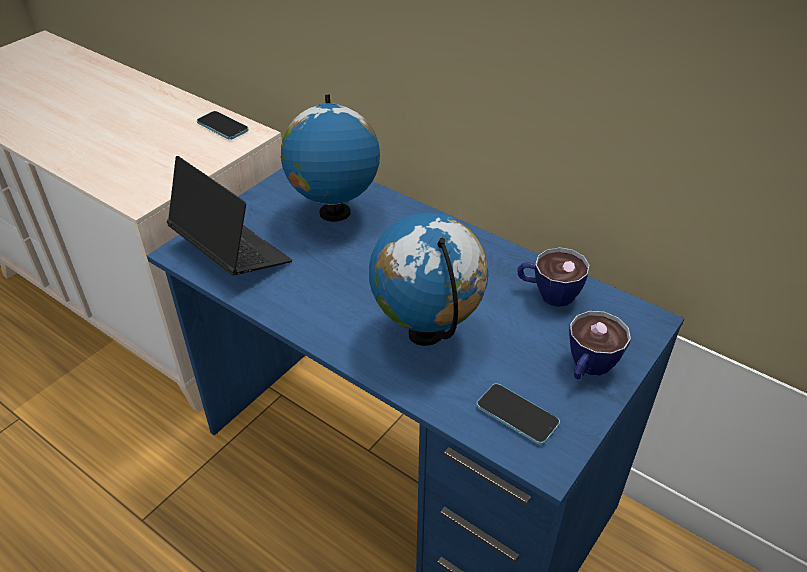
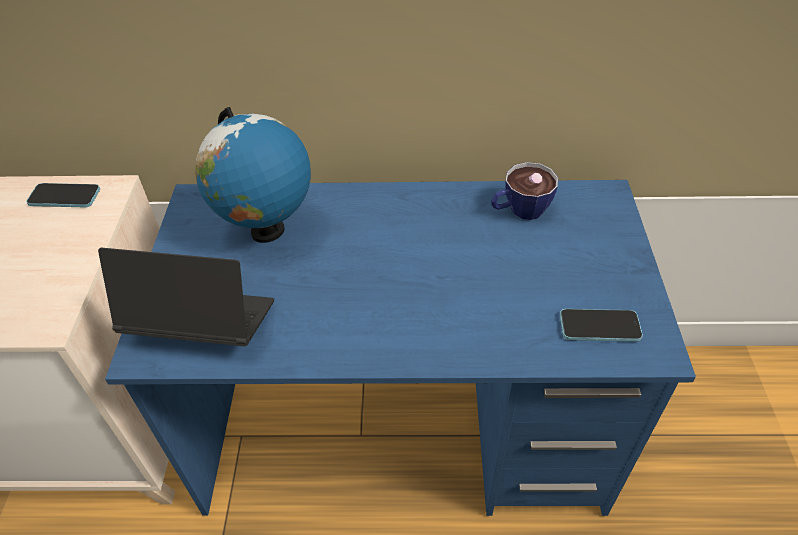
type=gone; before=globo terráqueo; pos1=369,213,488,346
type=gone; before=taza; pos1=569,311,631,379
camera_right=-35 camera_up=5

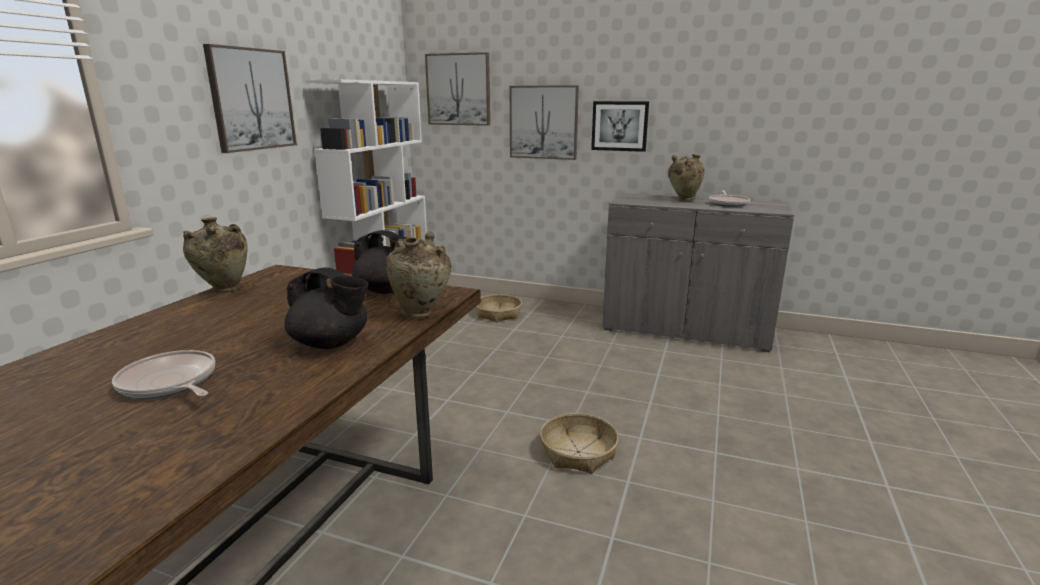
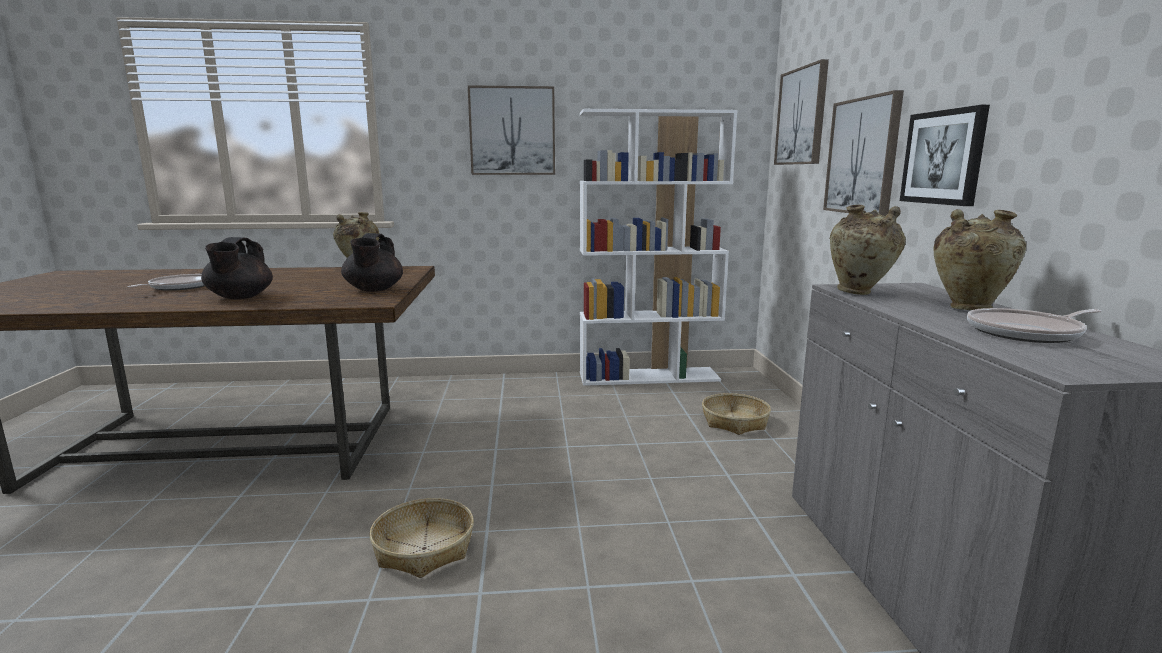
type=shifted; before=florero (beis); pos1=386,231,452,318; pos2=830,205,906,295
camera_right=65 camera_up=-5

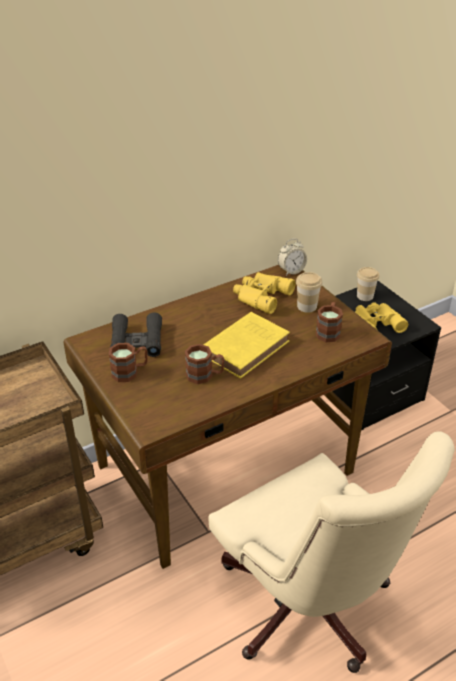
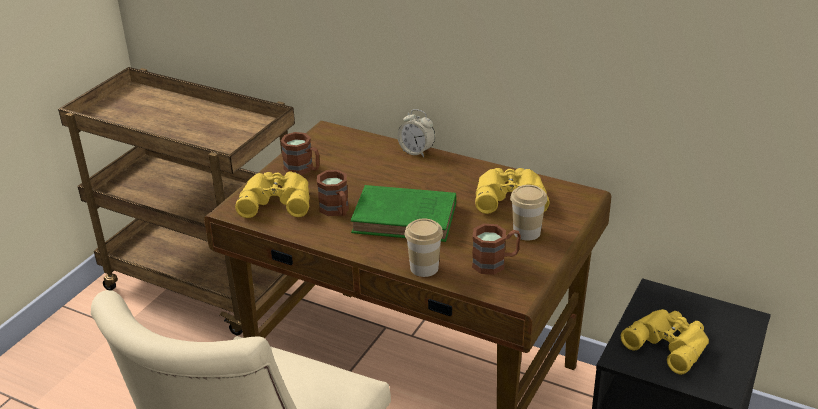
type=new; after=prismáticos (amarillo); pos2=235,172,309,218
type=repainted; before=libro (amarillo); after=libro (verde); pos1=204,312,290,378; pos2=351,185,456,242
type=shifted; before=despertador; pos1=278,239,307,276; pos2=397,109,435,157
type=shifted; before=taza; pos1=357,267,379,301; pos2=405,218,443,277
type=gone; before=prismáticos (negro); pos1=110,313,162,357
camera_right=60 camera_up=-5

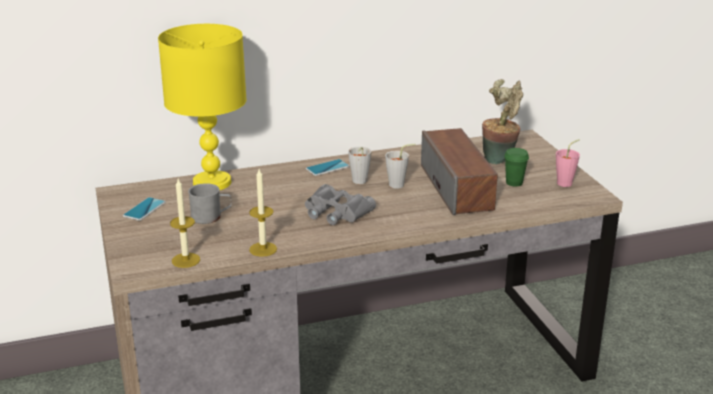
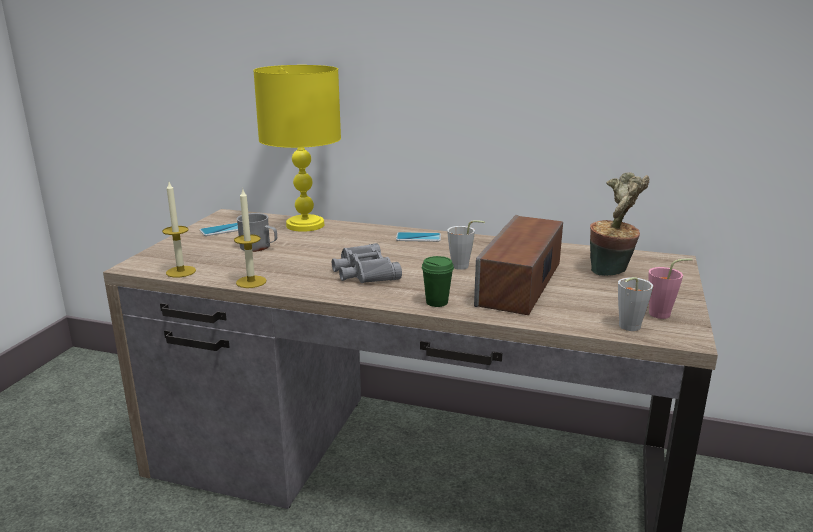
type=shifted; before=taza (verde); pos1=504,148,529,186; pos2=421,256,454,307
type=shifted; before=taza (gris); pos1=348,146,372,184; pos2=618,277,653,331
camera_right=35 camera_up=-5

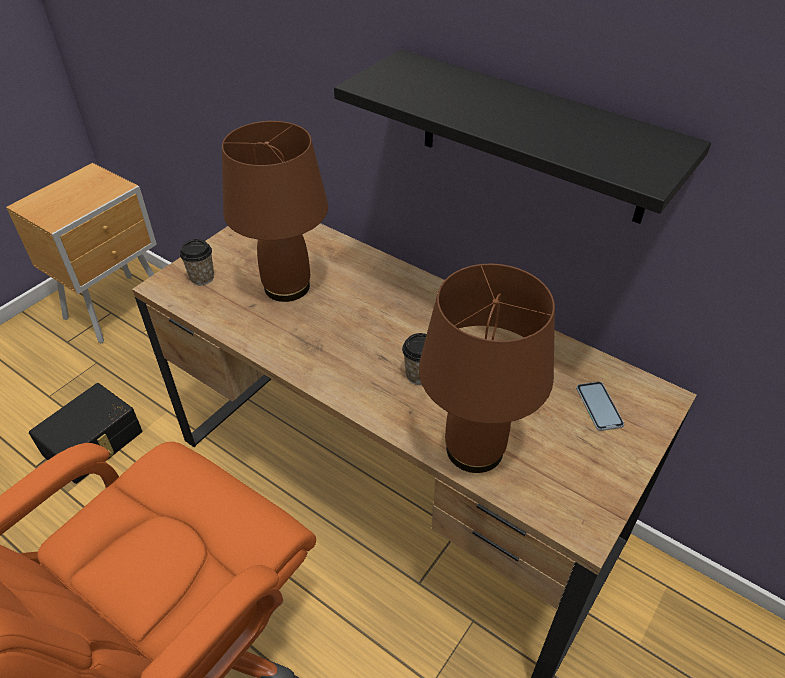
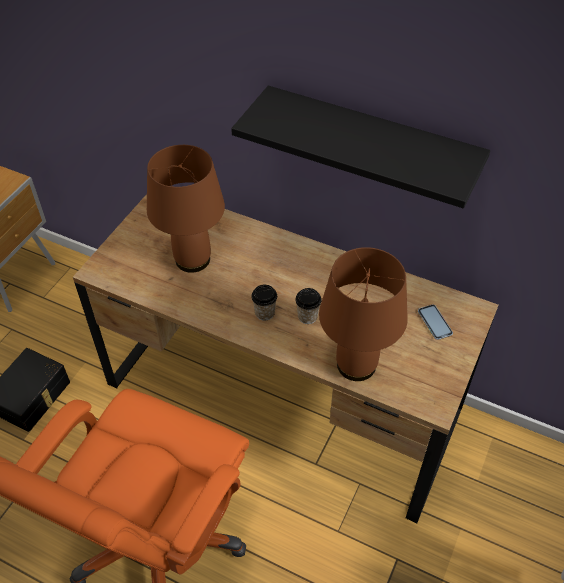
type=shifted; before=taza; pos1=180,239,214,285; pos2=251,285,277,321
camera_right=-10 camera_up=5

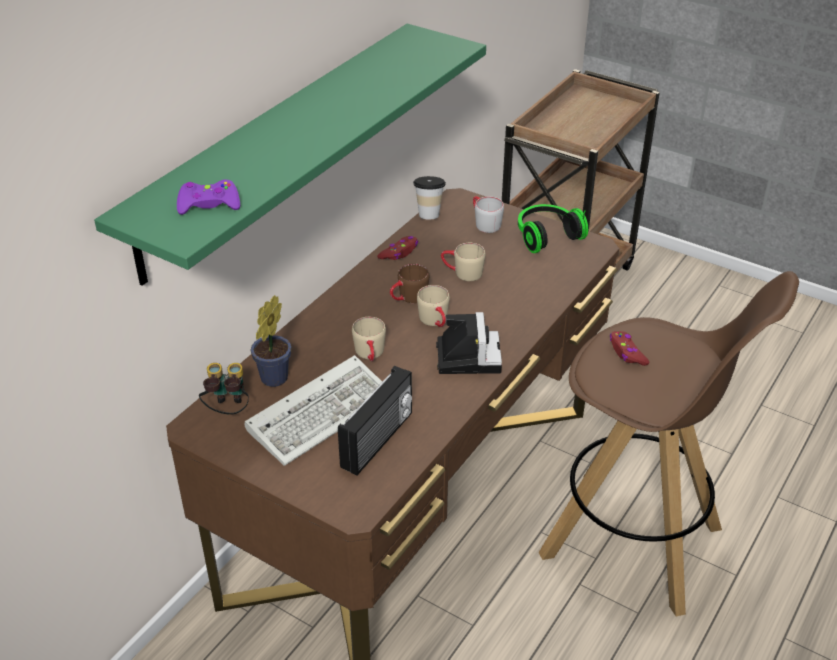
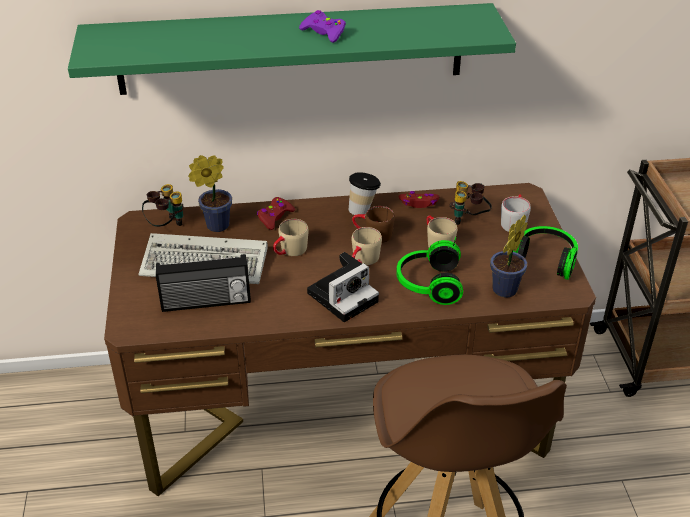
type=shifted; before=mando de consola (rojo); pos1=610,331,649,366; pos2=257,197,295,230
type=shifted; before=mando de consola (morado); pos1=177,180,240,215; pos2=299,10,346,43
type=shifted; before=taza; pos1=413,176,446,219; pos2=349,172,381,215
type=new; after=auriculares; pos2=396,237,463,305
type=new; after=prismáticos; pos2=449,181,492,225
type=new; after=planta en maceta; pos2=490,215,528,297
camera_right=50 camera_up=0

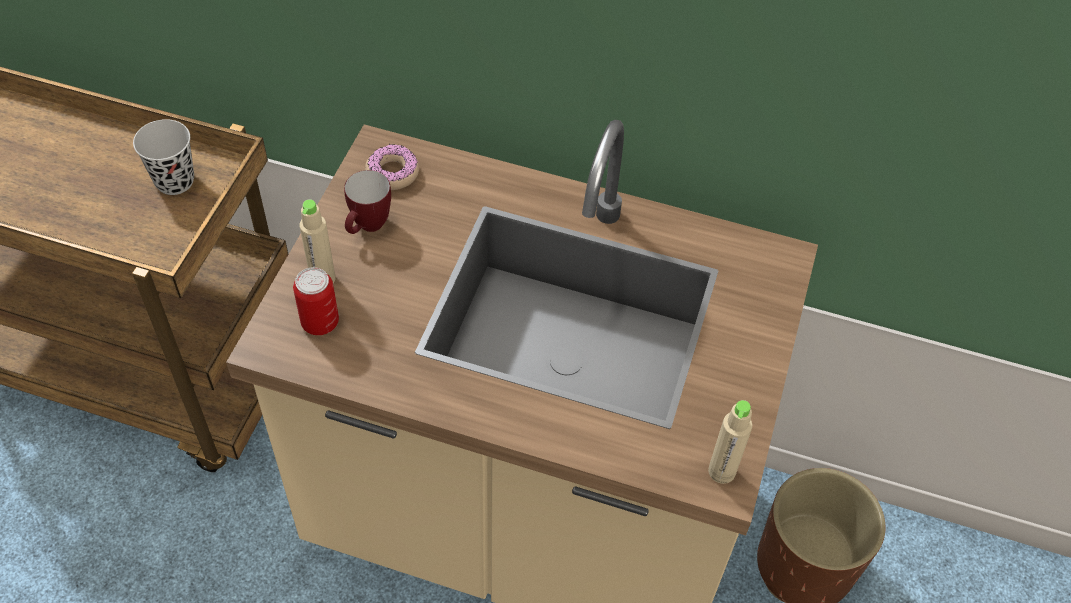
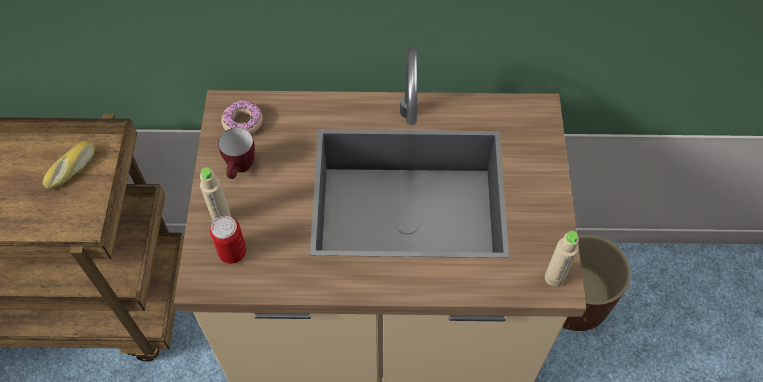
type=swapped; before=taza (negro); after=pan; pos1=133,119,194,195; pos2=43,141,95,189
camera_right=-15 camera_up=5

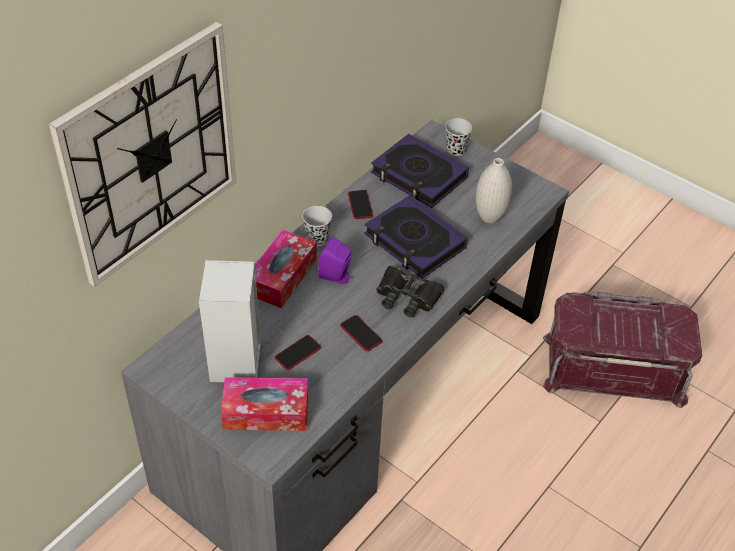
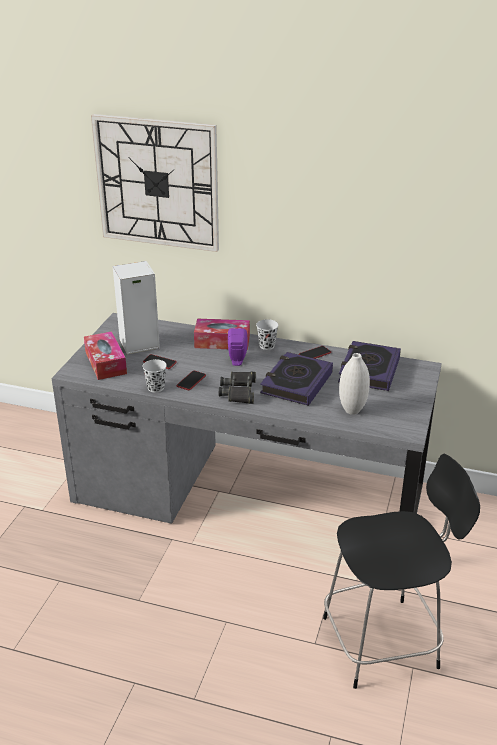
type=shifted; before=taza (negro); pos1=445,118,472,156; pos2=142,359,167,393
type=swapped; before=caja de almacenaje (rojo); after=silla (negro); pos1=542,292,702,408; pos2=323,453,480,689
camera_right=70 camera_up=-15

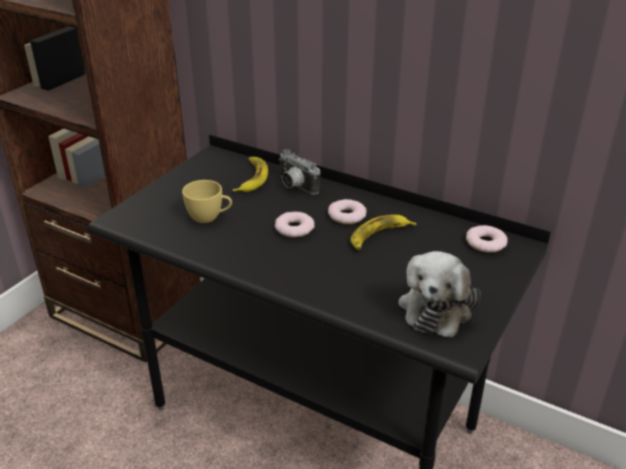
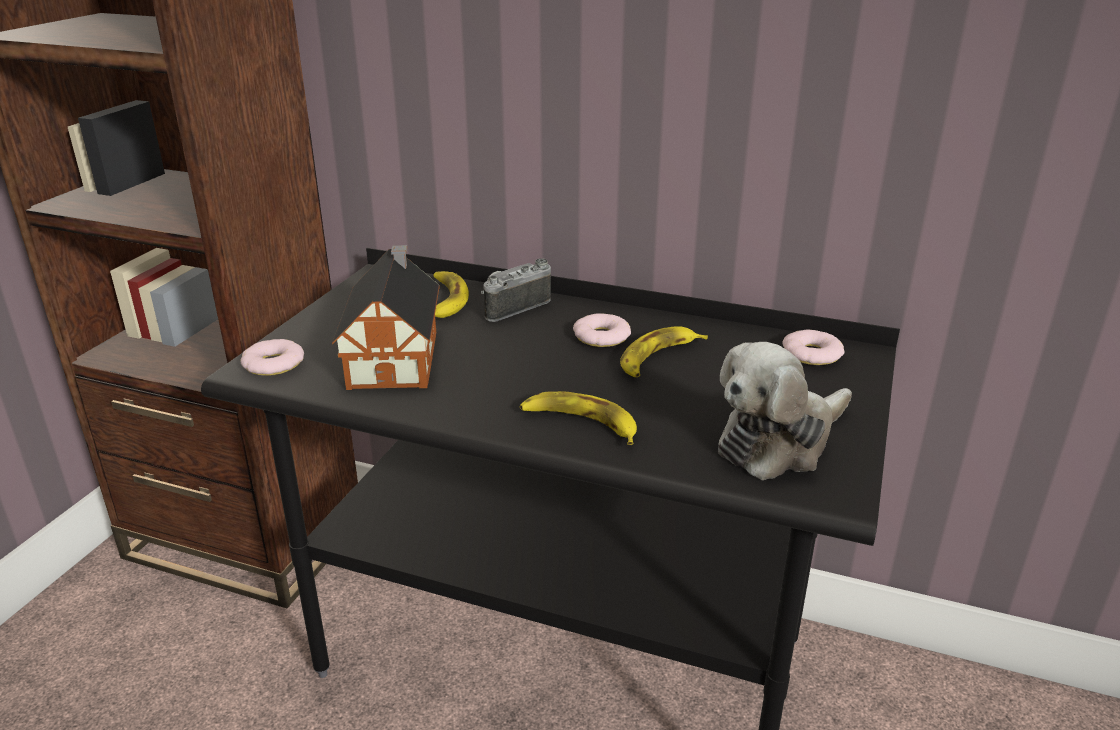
type=shifted; before=rosquilla; pos1=275,212,315,237; pos2=240,339,304,376
type=swapped; before=taza (amarillo); after=casita; pos1=182,180,232,223; pos2=332,245,440,390
type=rotated; before=cámara; pos1=279,149,320,195; pos2=481,258,551,322; turn=105
type=new; after=plátano; pos2=520,391,637,445
type=rotated; before=peluche; pos1=398,251,481,338; pos2=718,342,852,480; turn=45
camera_right=-10 camera_up=-5

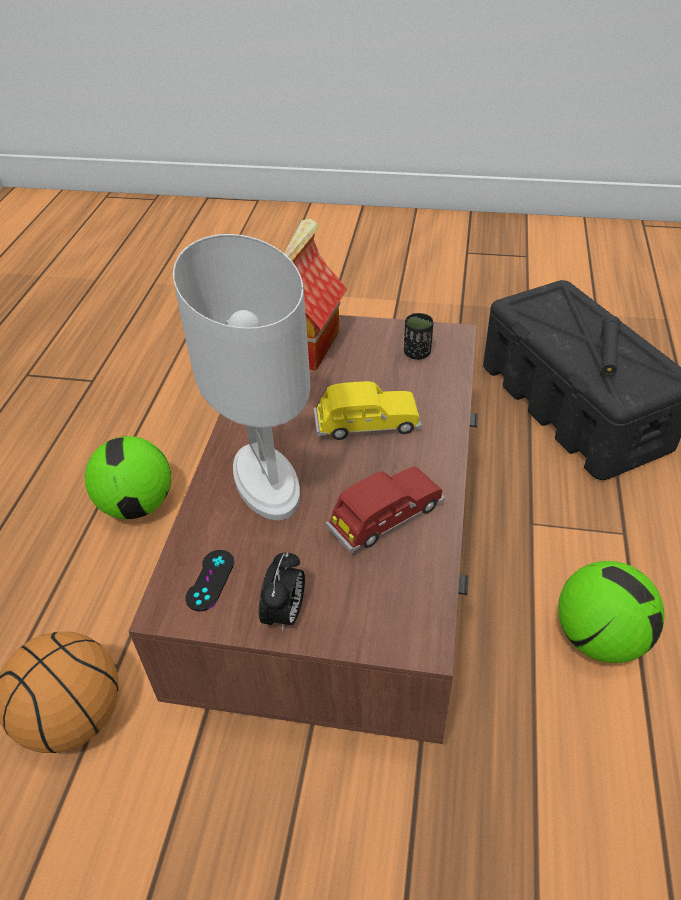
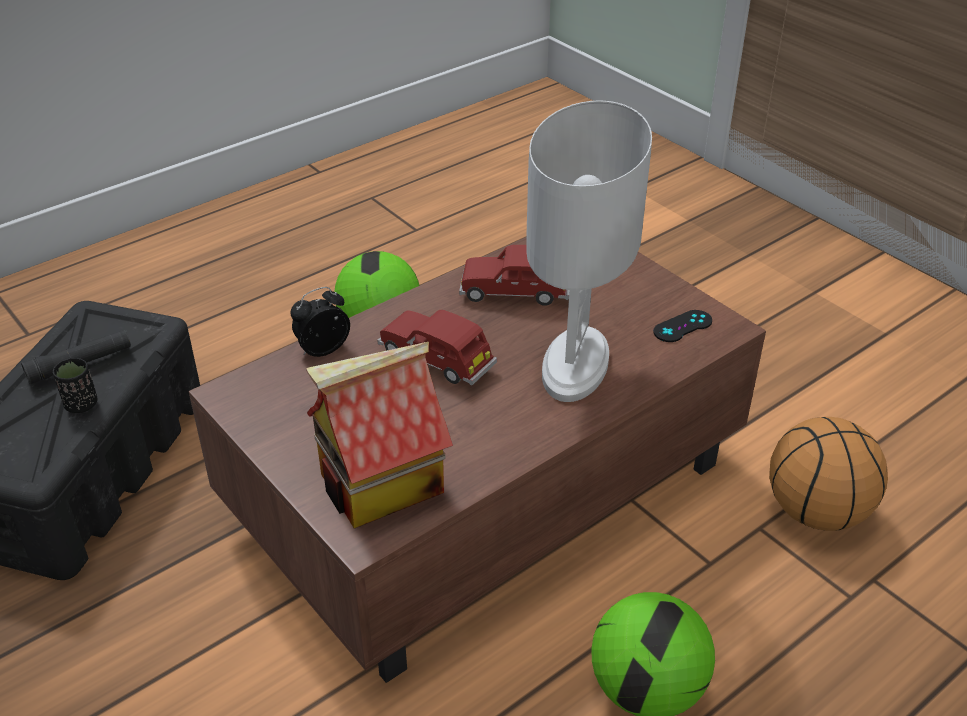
type=shifted; before=taza (negro); pos1=404,313,433,360; pos2=53,358,98,413
type=shifted; before=despertador; pos1=259,553,305,632; pos2=290,287,350,357
type=repainted; before=coche de juguete (amarillo); after=coche de juguete (rojo); pos1=314,381,421,440; pos2=377,310,497,386
camera_right=-140 camera_up=-5

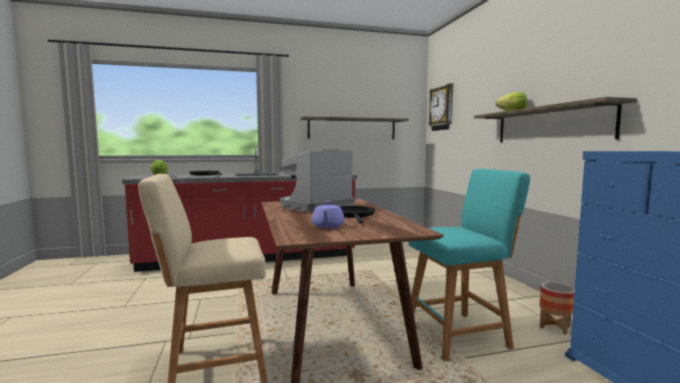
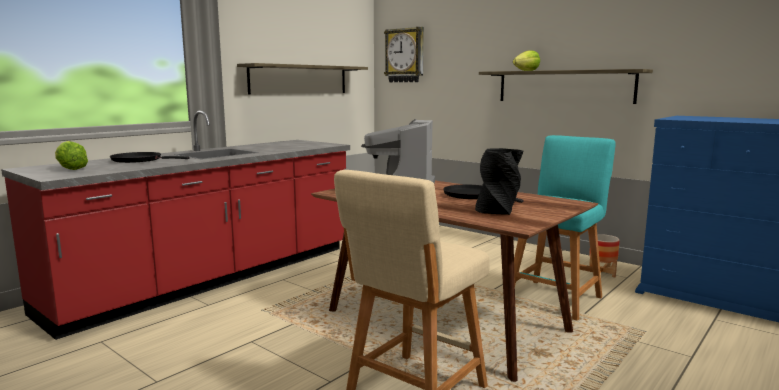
type=swapped; before=tetera (morado); after=florero (negro); pos1=312,201,344,229; pos2=475,148,523,215
camera_right=-35 camera_up=5

